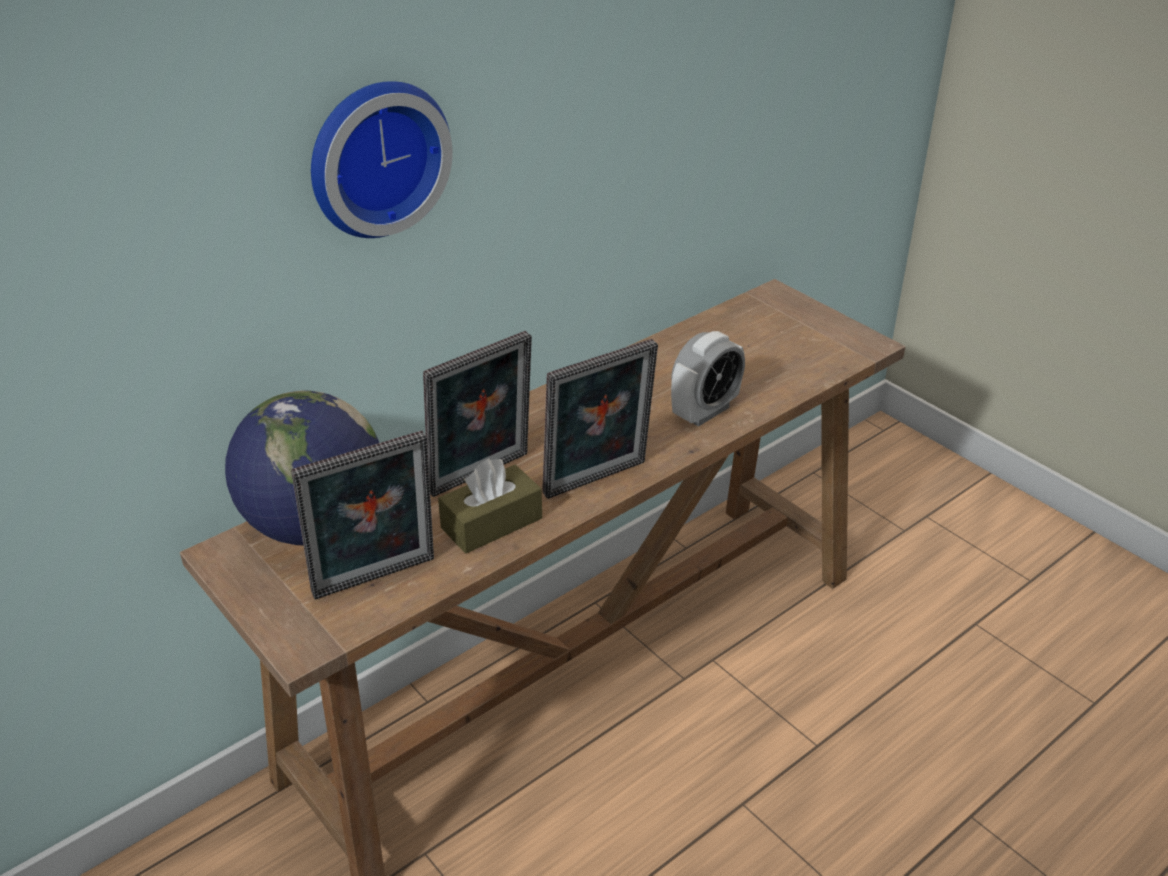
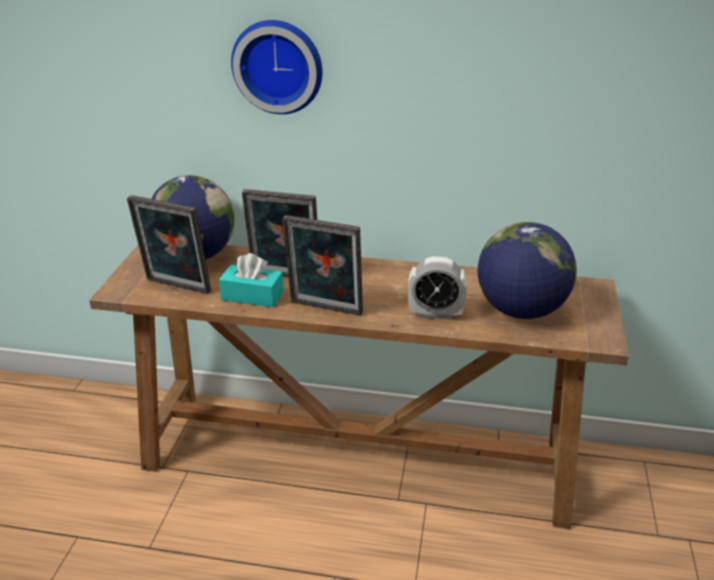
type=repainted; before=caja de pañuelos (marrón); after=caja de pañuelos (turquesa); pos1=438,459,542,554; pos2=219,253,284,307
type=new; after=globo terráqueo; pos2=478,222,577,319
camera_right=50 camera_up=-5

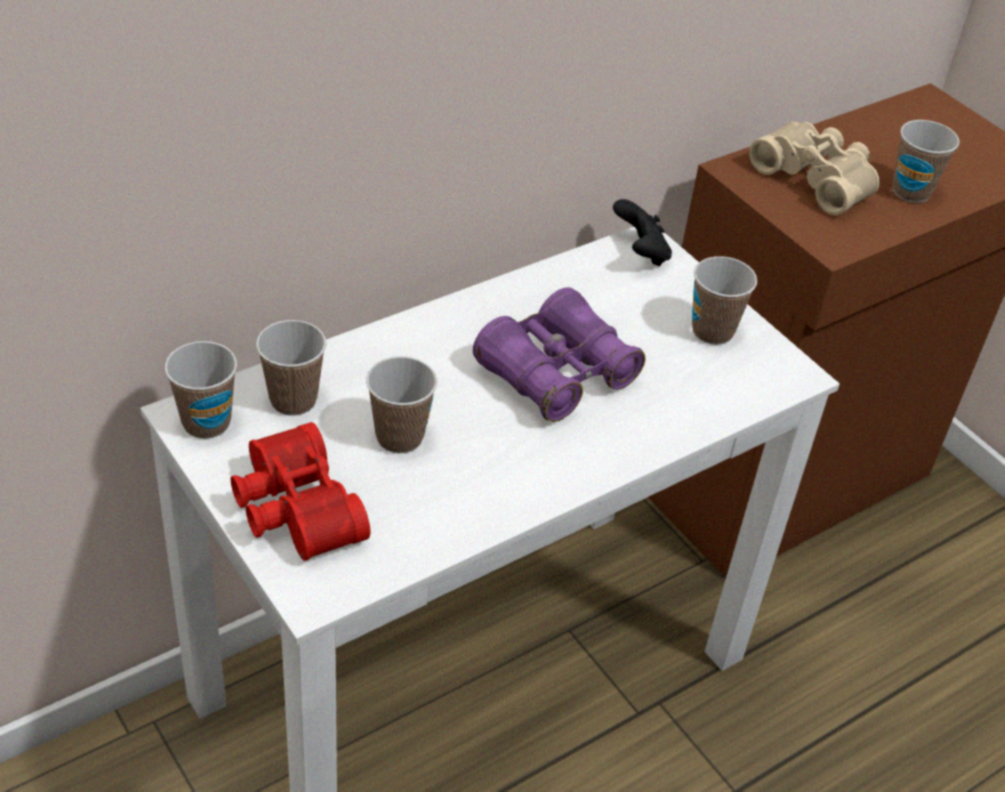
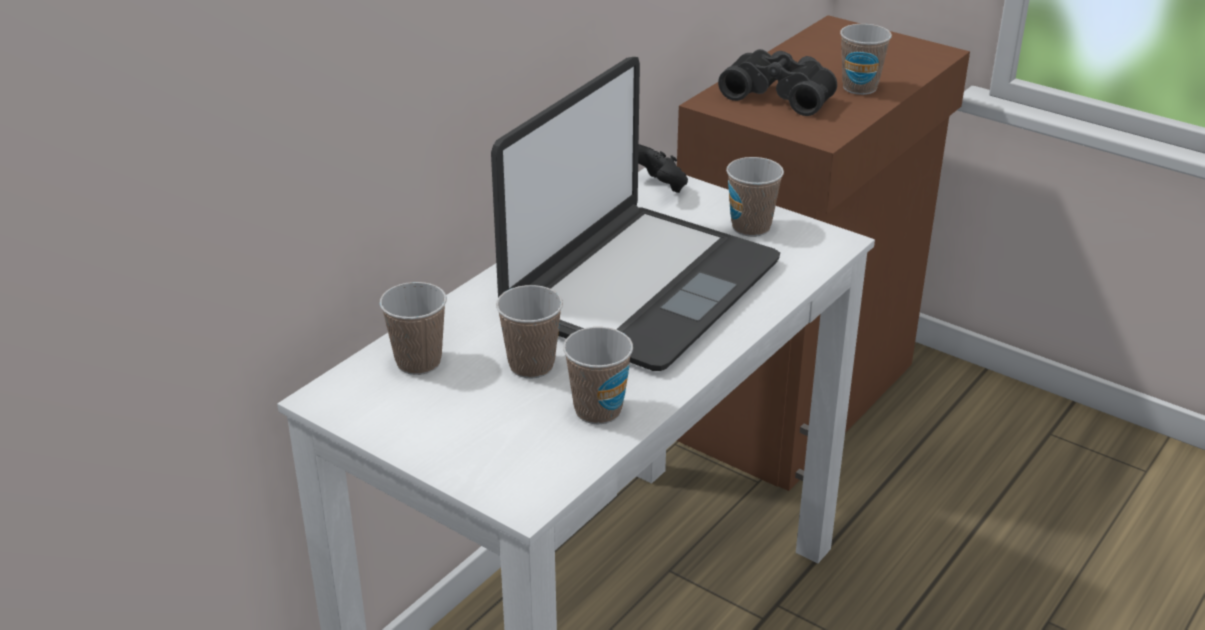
type=swapped; before=prismáticos (morado); after=portátil; pos1=473,287,646,422; pos2=491,57,780,371
type=shifted; before=taza; pos1=165,341,237,439; pos2=563,327,633,425
type=repainted; before=prismáticos (beis); after=prismáticos (negro); pos1=749,122,879,215; pos2=718,49,837,116
type=gone; before=prismáticos (rojo); pos1=231,422,370,561
camera_right=-15 camera_up=-10

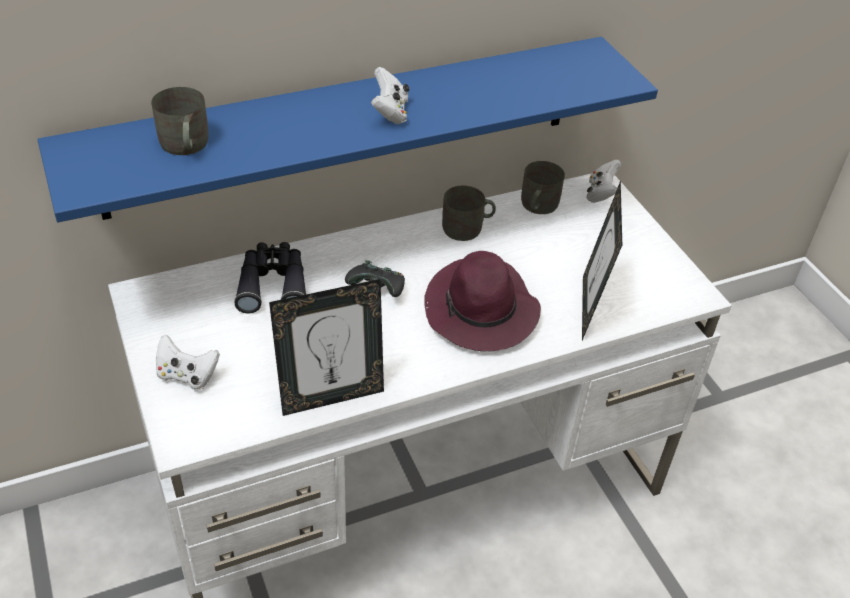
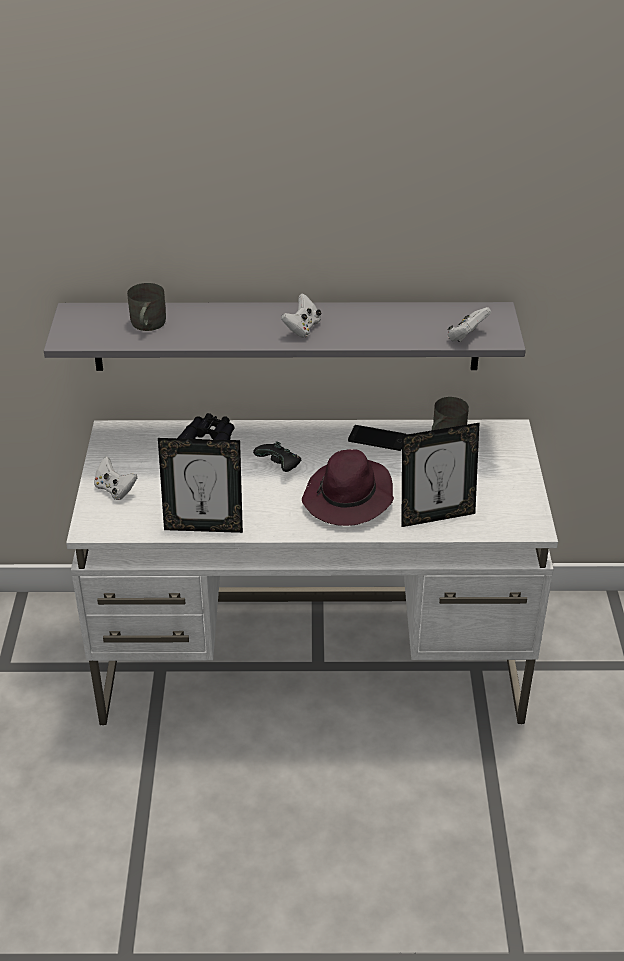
type=repainted; before=estante (azul); after=estante (gris); pos1=37,37,658,222; pos2=44,302,526,371
type=swapped; before=taza grande (gris); after=móvil; pos1=442,186,496,241; pos2=348,425,407,451
type=rotated; before=portarretratos; pos1=582,181,622,340; pos2=401,423,479,527; turn=-135
type=shifted; before=mando de consola (blanco); pos1=586,160,621,203; pos2=448,307,491,342
camera_right=25 camera_up=-5

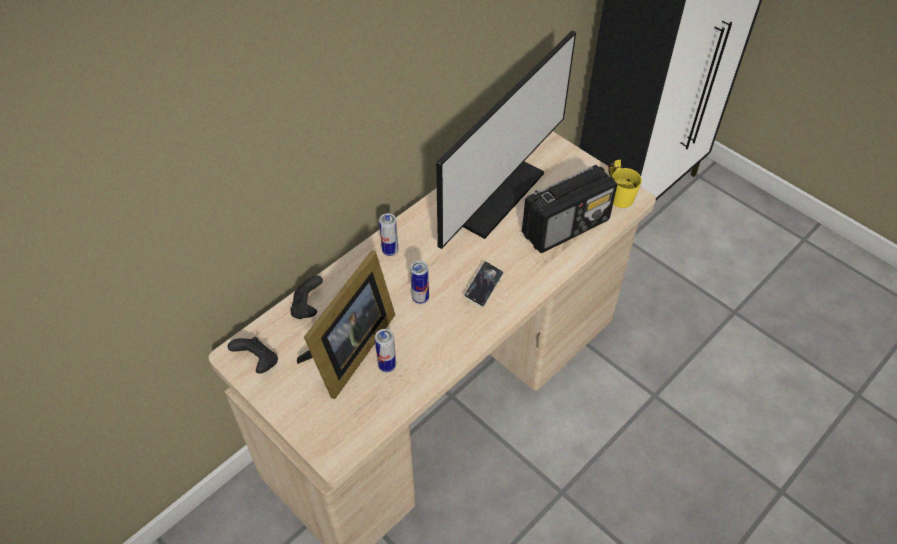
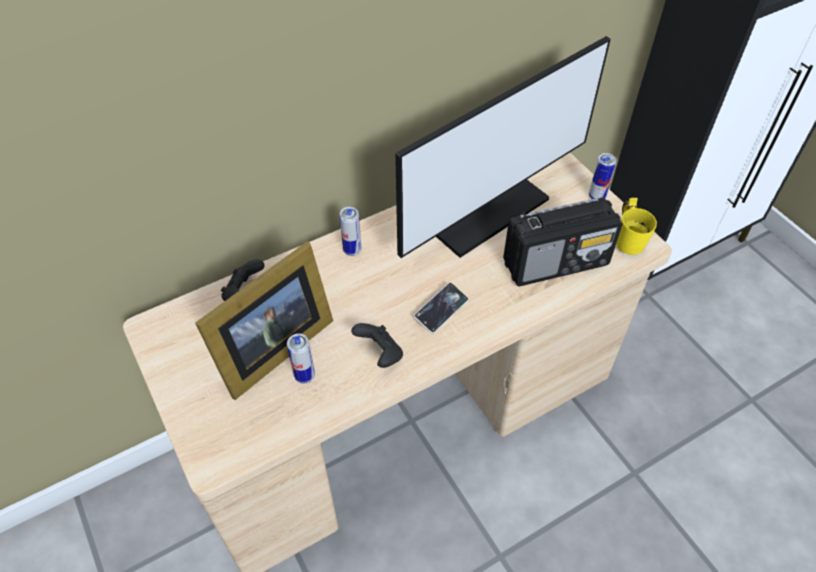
type=shifted; before=mando de consola (negro); pos1=228,337,278,374; pos2=351,323,403,368
type=shifted; before=lata; pos1=410,261,429,304; pos2=589,153,617,199
camera_right=15 camera_up=0

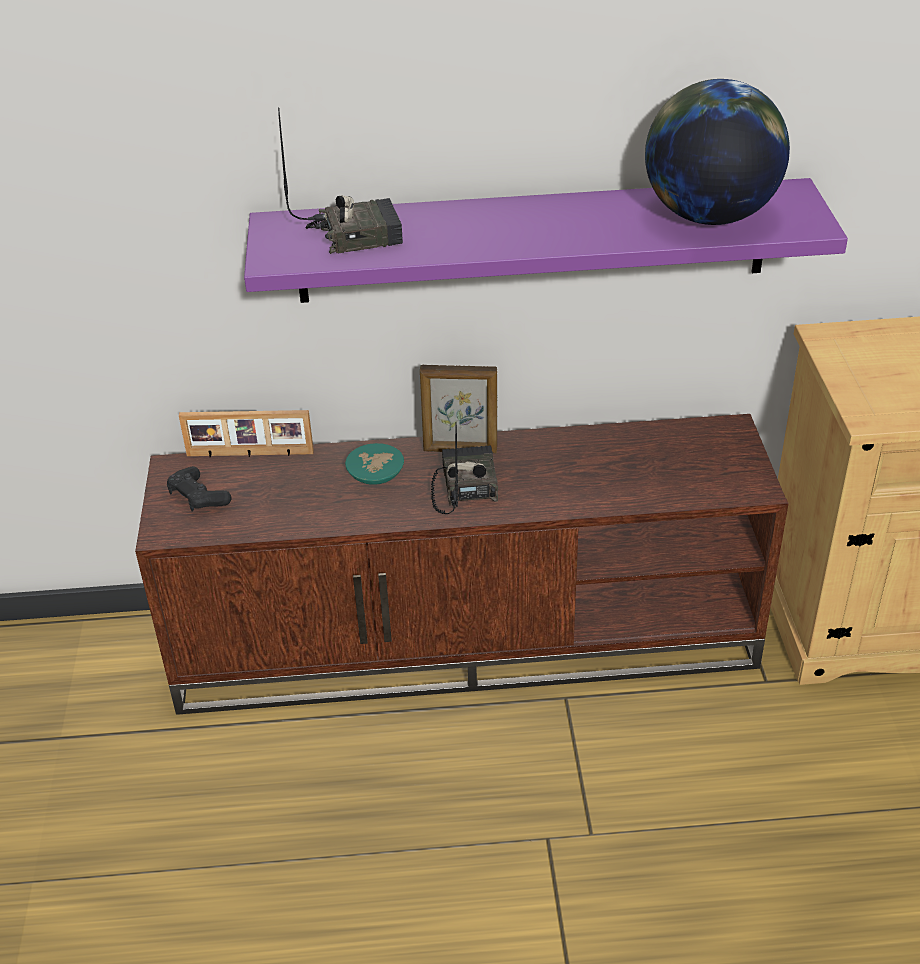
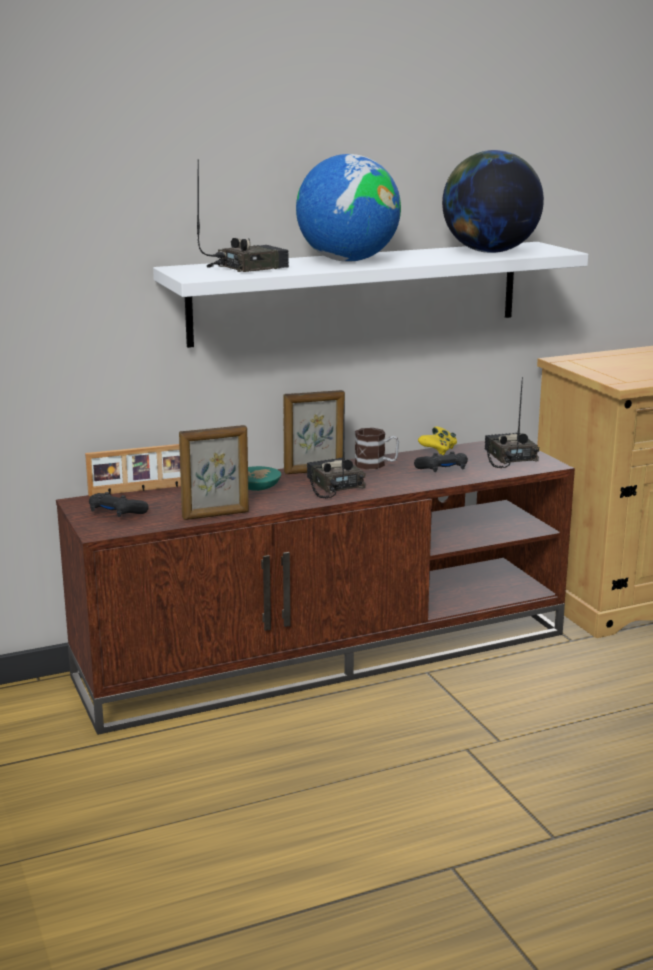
type=repainted; before=estante (morado); after=estante (blanco); pos1=244,178,848,303; pos2=153,242,589,348
type=new; after=portarretratos; pos2=179,425,249,520
type=new; after=globo terráqueo; pos2=296,154,401,262
type=new; after=taza grande; pos2=355,428,399,470
type=new; after=mando de consola (negro); pos2=414,451,468,472
type=new; after=mando de consola (amarillo); pos2=418,427,457,455
type=new; after=radio; pos2=485,377,539,468
camera_right=-20 camera_up=-20

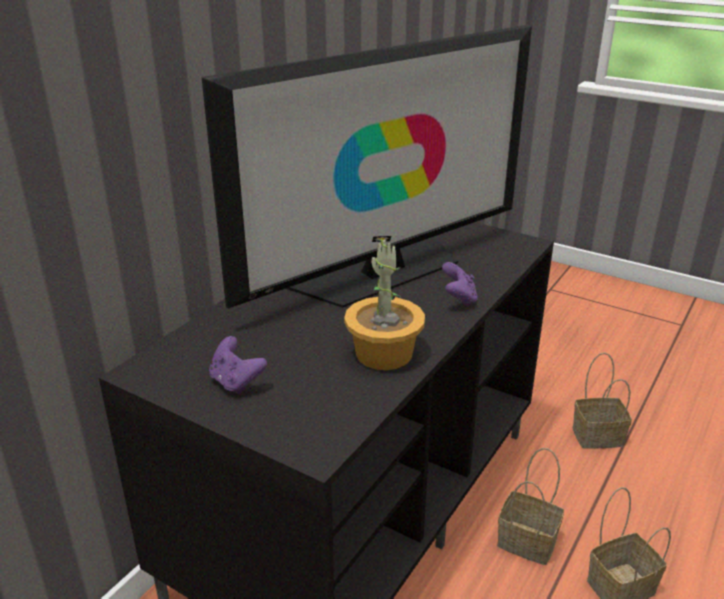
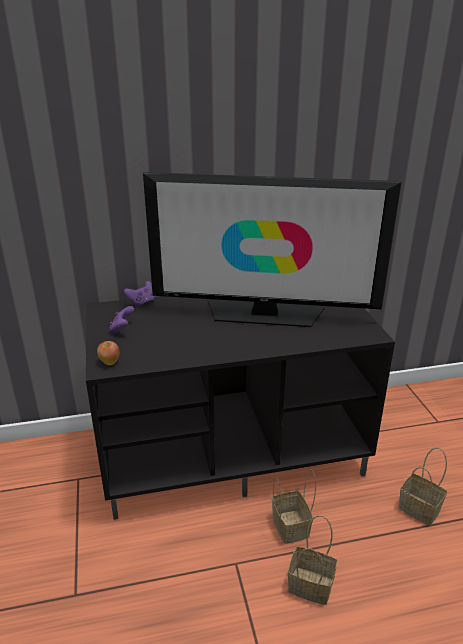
type=new; after=manzana; pos2=97,341,120,365
type=shifted; before=mando de consola (morado); pos1=442,262,478,307; pos2=124,281,155,307
type=gone; before=planta en maceta; pos1=344,236,425,370
camera_right=45 camera_up=0

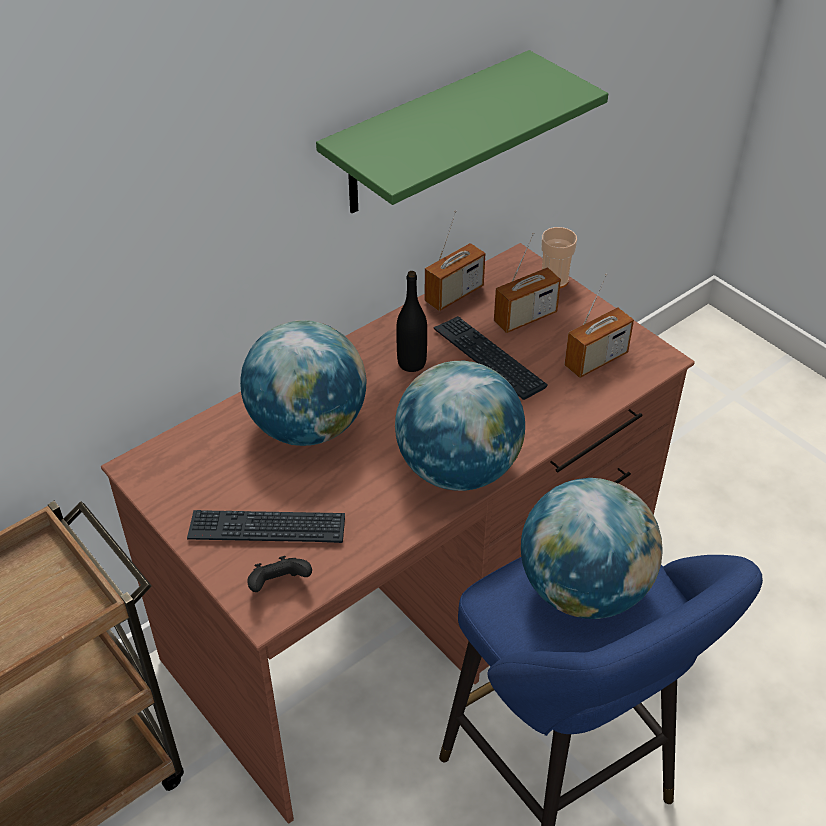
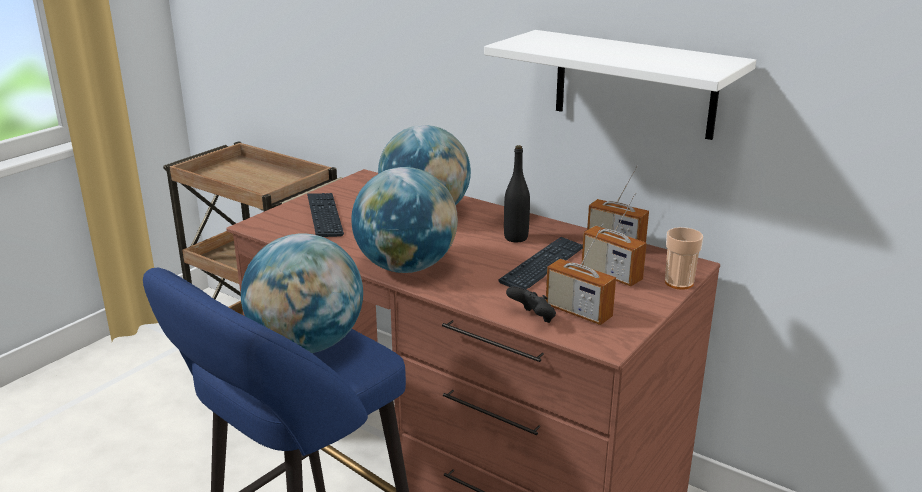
type=repainted; before=estante (verde); after=estante (blanco); pos1=316,50,608,213; pos2=484,30,756,140
type=shifted; before=mando de consola (negro); pos1=247,556,312,592; pos2=506,286,556,323
camera_right=75 camera_up=-20

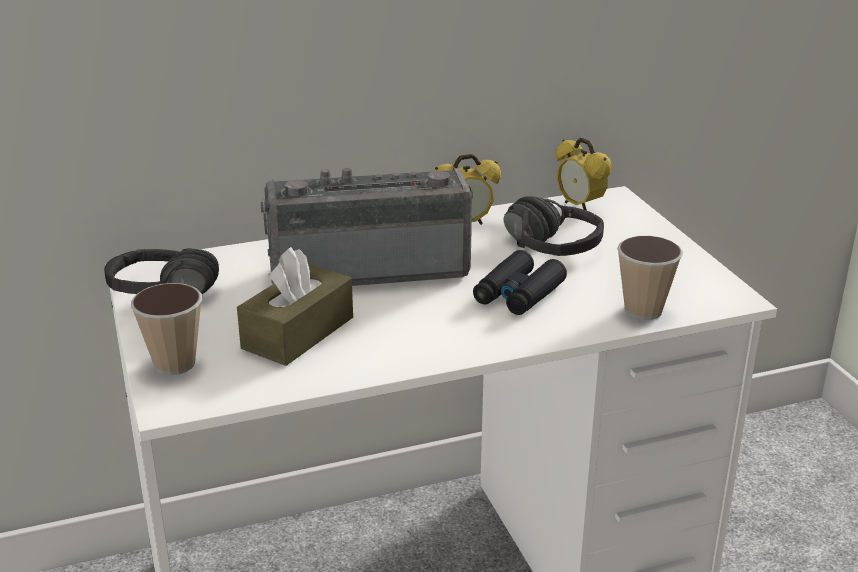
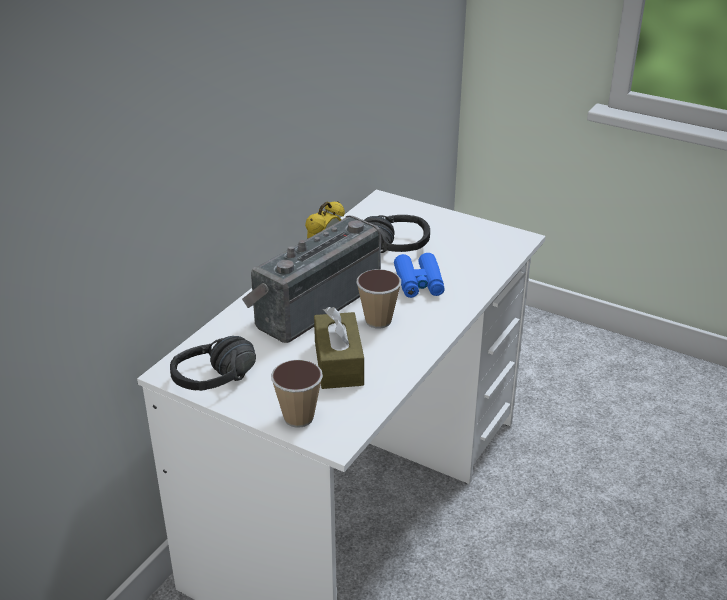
type=shifted; before=taza; pos1=617,236,683,320; pos2=356,269,401,329
type=repainted; before=prismáticos (negro); after=prismáticos (azul); pos1=473,250,567,315; pos2=394,253,445,298
type=gone; before=despertador; pos1=555,138,612,210
camera_right=-40 camera_up=5

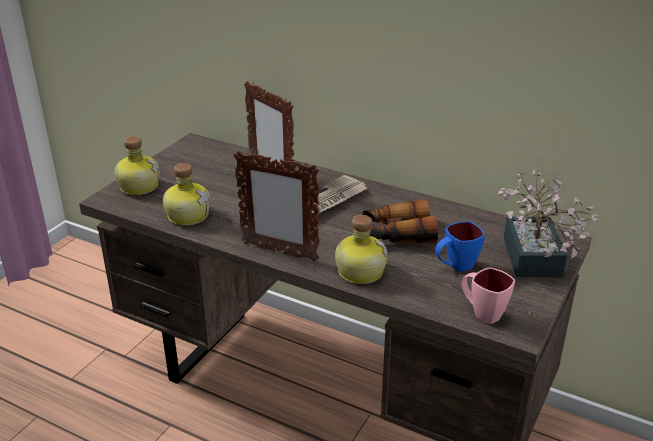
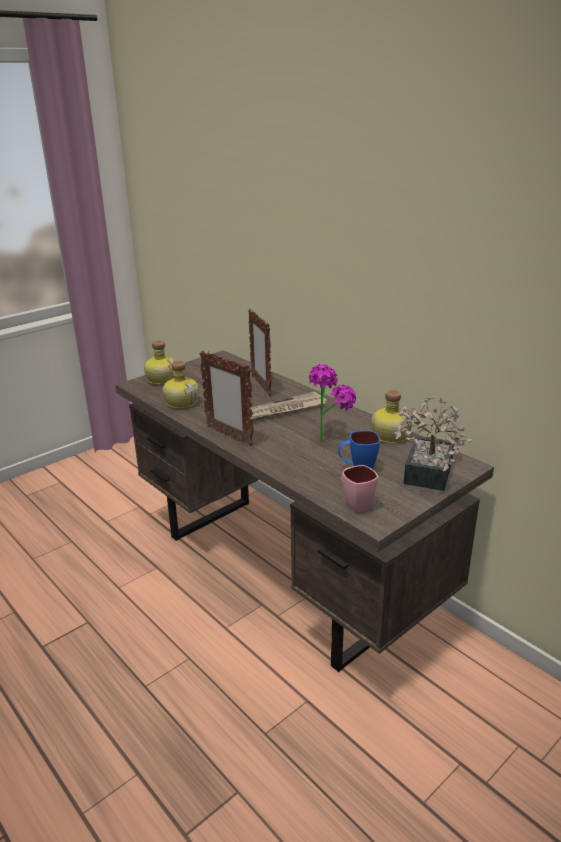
type=swapped; before=prismáticos; after=planta en maceta; pos1=363,199,438,243; pos2=309,364,356,442
type=shifted; before=botella; pos1=335,215,387,284; pos2=371,390,412,444
camera_right=20 camera_up=-5

